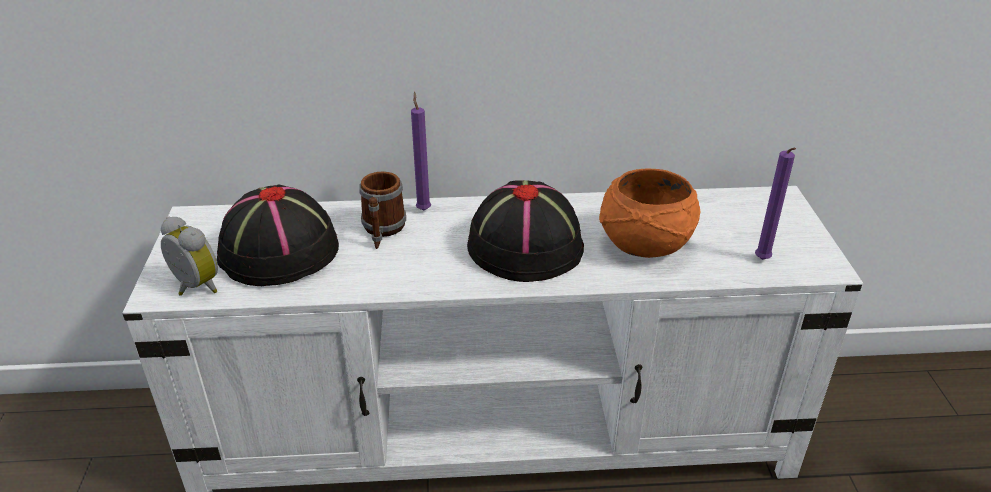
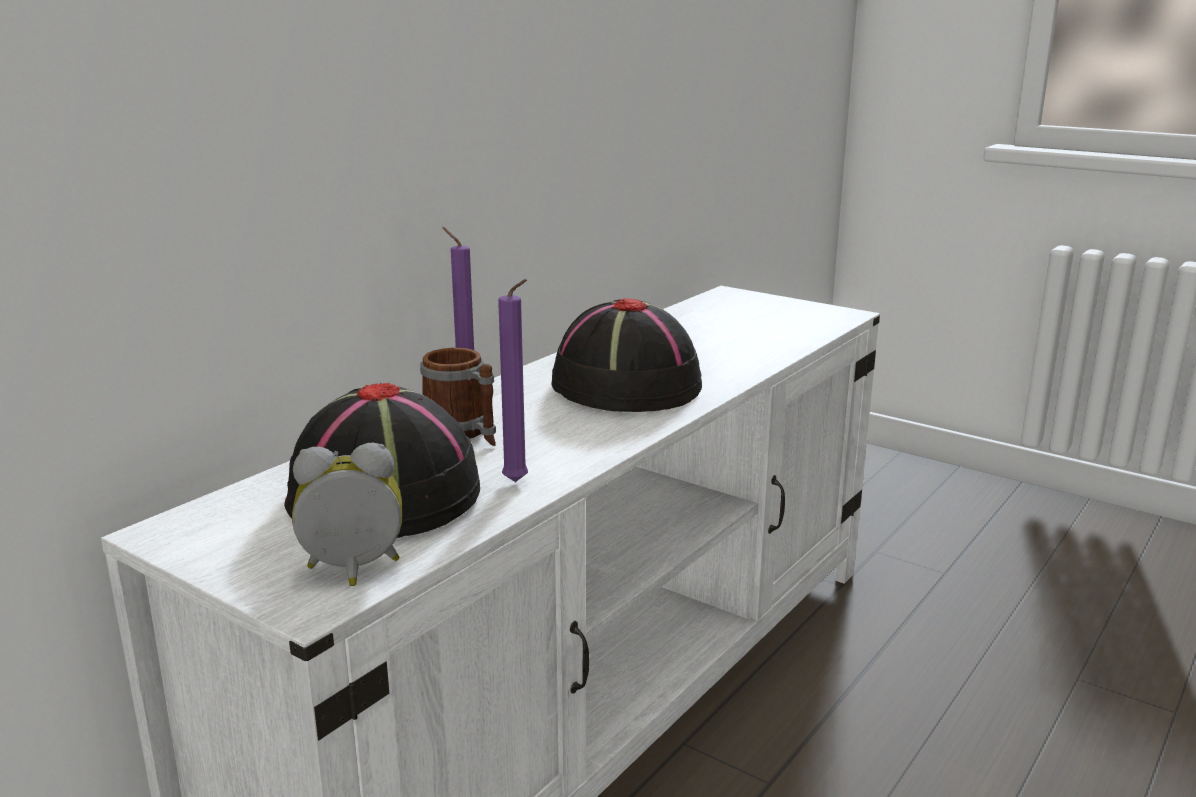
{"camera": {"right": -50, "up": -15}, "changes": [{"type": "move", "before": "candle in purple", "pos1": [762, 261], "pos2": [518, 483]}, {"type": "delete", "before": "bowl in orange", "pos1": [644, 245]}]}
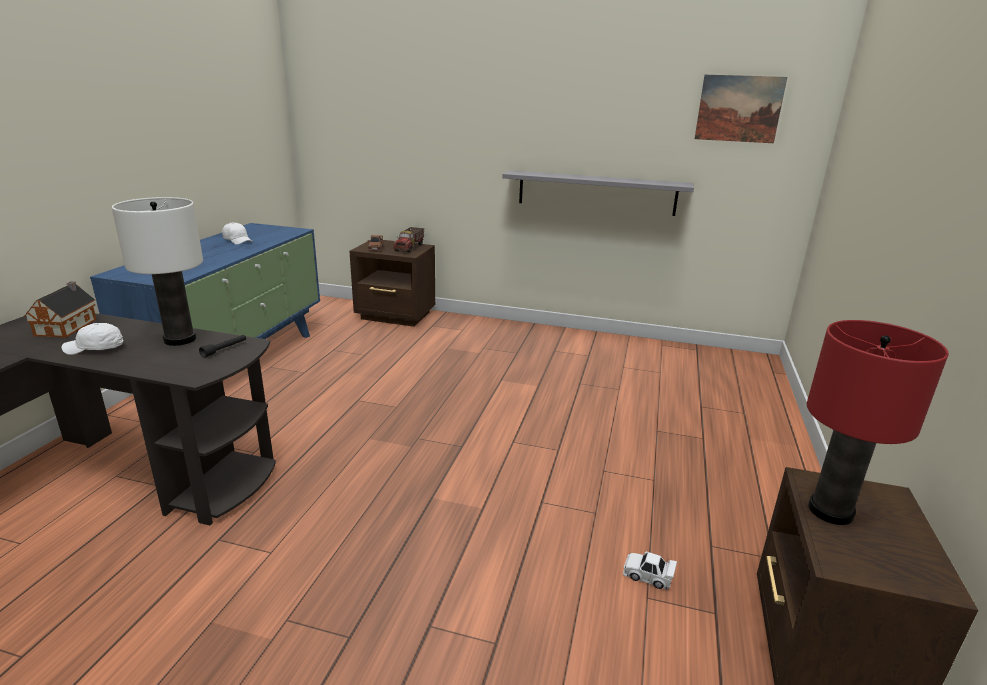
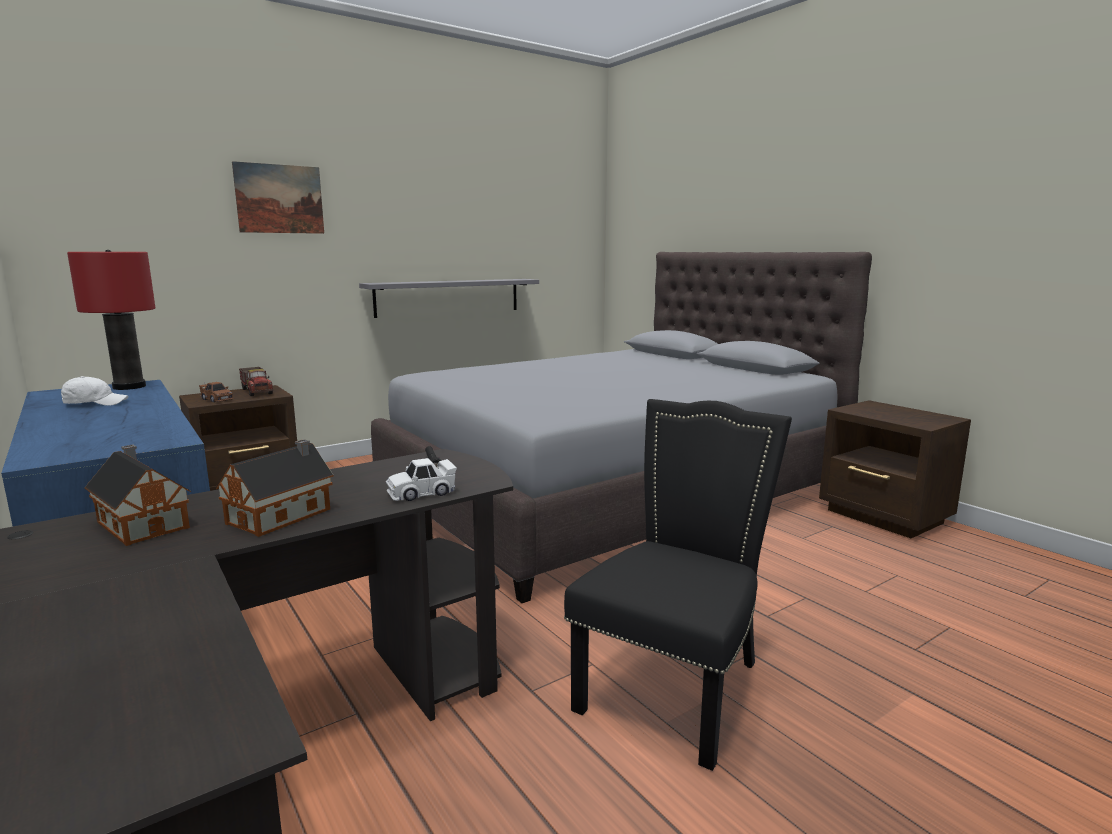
{"camera": {"right": -50, "up": -10}, "changes": [{"type": "move", "before": "picture", "pos1": [739, 109], "pos2": [279, 199]}, {"type": "delete", "before": "table lamp in white", "pos1": [180, 339]}, {"type": "move", "before": "table lamp in red", "pos1": [830, 511], "pos2": [129, 387]}, {"type": "replace", "before": "cap in white", "after": "toy house", "pos1": [95, 349], "pos2": [283, 515]}, {"type": "move", "before": "toy car in white", "pos1": [648, 576], "pos2": [421, 493]}, {"type": "insert", "after": "bed in grey", "pos2": [613, 492]}, {"type": "insert", "after": "chair in black", "pos2": [672, 692]}]}
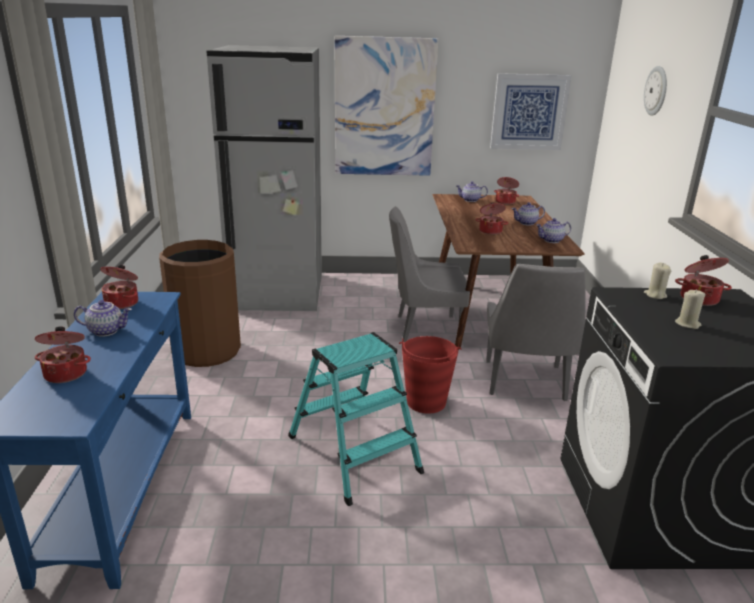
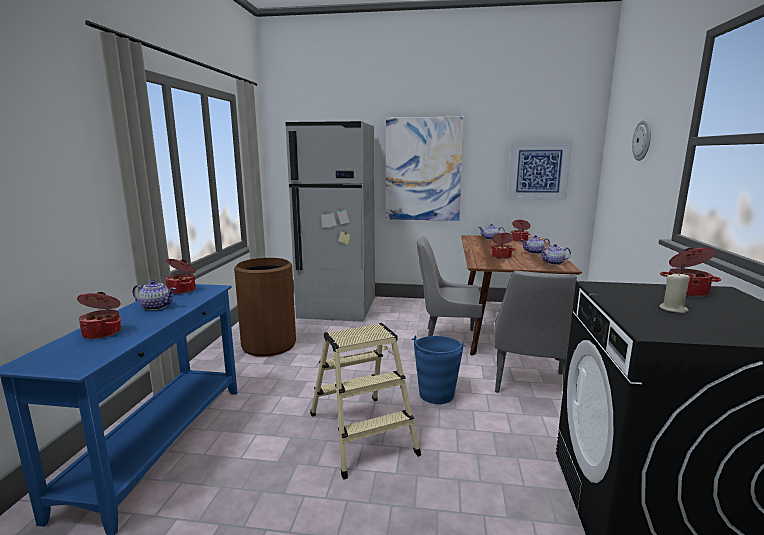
{"camera": {"right": 10, "up": -10}, "changes": [{"type": "delete", "before": "candle in beige", "pos1": [655, 295]}, {"type": "recolor", "before": "step ladder in turquoise", "after": "step ladder in beige", "pos1": [353, 453], "pos2": [361, 432]}, {"type": "recolor", "before": "bucket in red", "after": "bucket in blue", "pos1": [426, 402], "pos2": [436, 394]}]}
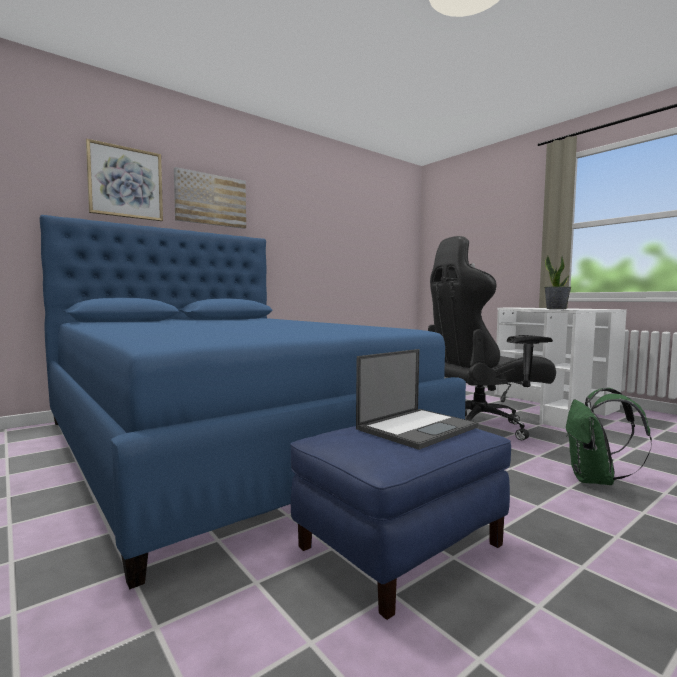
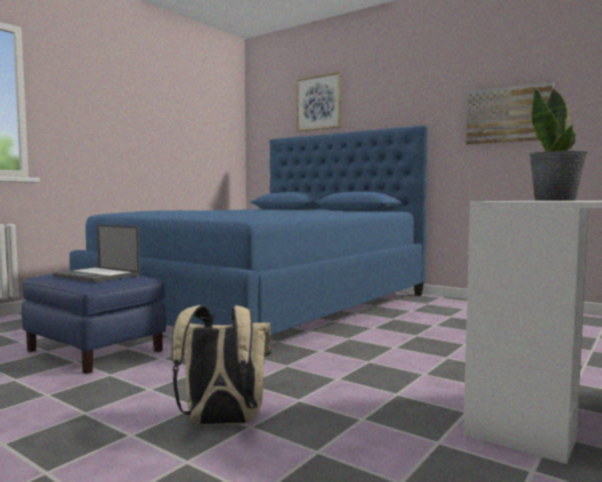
{"camera": {"right": 75, "up": 0}, "changes": [{"type": "move", "before": "picture", "pos1": [210, 200], "pos2": [508, 115]}, {"type": "delete", "before": "office chair in black", "pos1": [483, 427]}, {"type": "recolor", "before": "backpack in green", "after": "backpack in beige", "pos1": [595, 480], "pos2": [221, 423]}]}
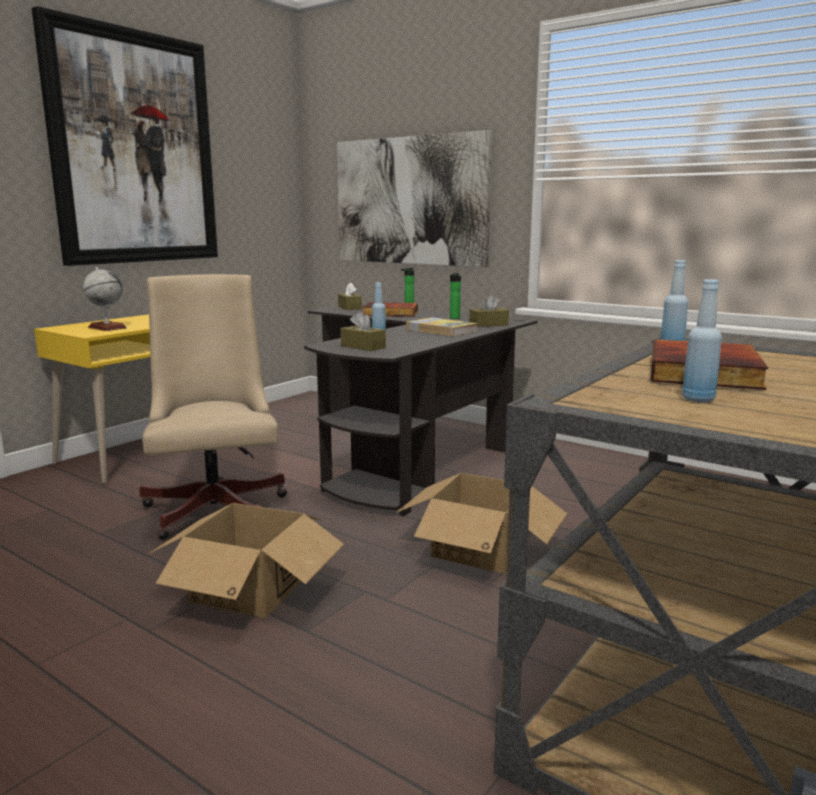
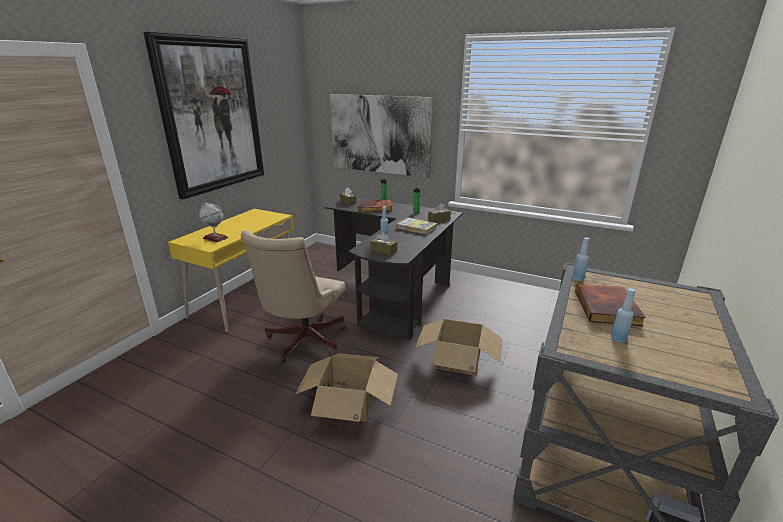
{"camera": {"right": -10, "up": 10}, "changes": [{"type": "rotate", "before": "office chair in beige", "pos1": [217, 505], "pos2": [303, 342], "turn": -135}]}
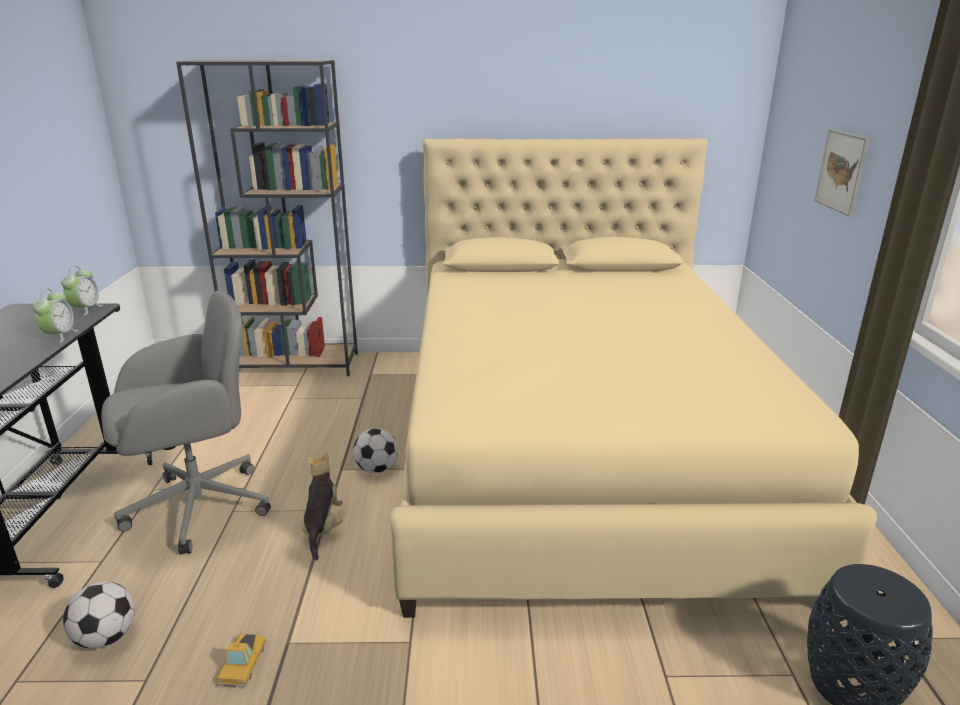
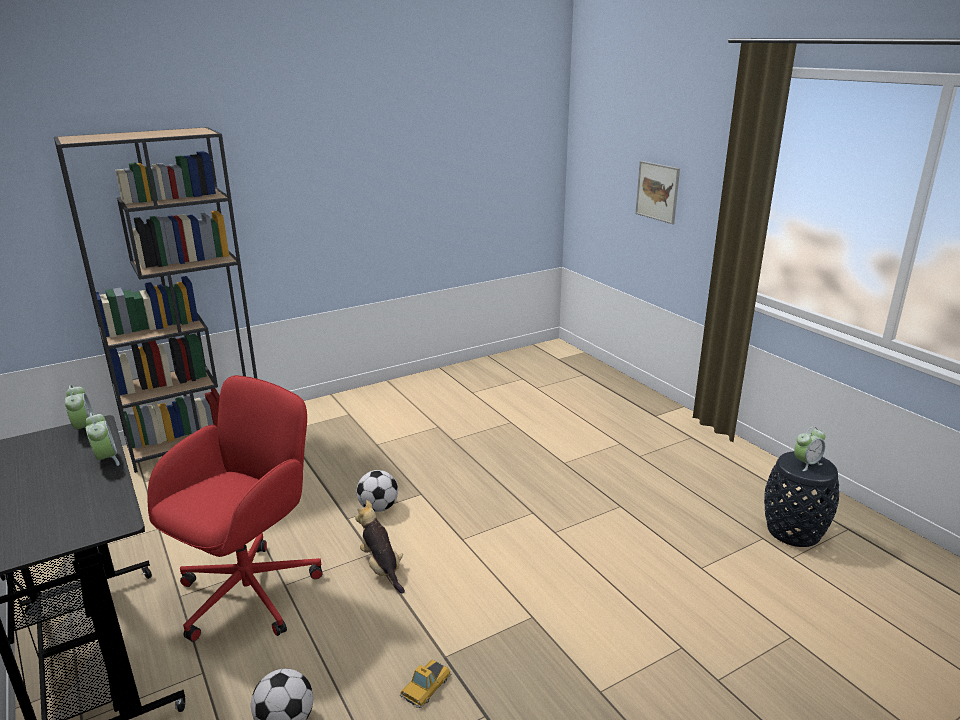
{"camera": {"right": -30, "up": 0}, "changes": [{"type": "delete", "before": "bed in beige", "pos1": [578, 446]}, {"type": "recolor", "before": "office chair in grey", "after": "office chair in red", "pos1": [199, 508], "pos2": [249, 594]}, {"type": "rotate", "before": "toy car", "pos1": [241, 664], "pos2": [425, 686], "turn": 60}, {"type": "insert", "after": "alarm clock", "pos2": [806, 464]}]}
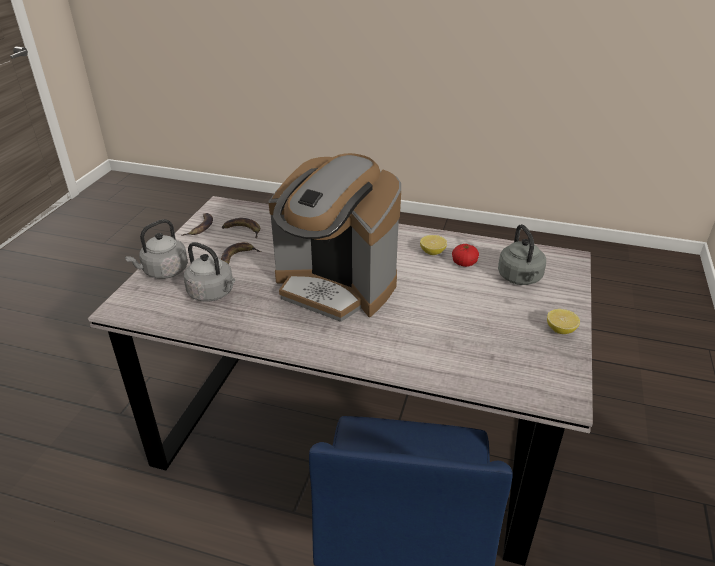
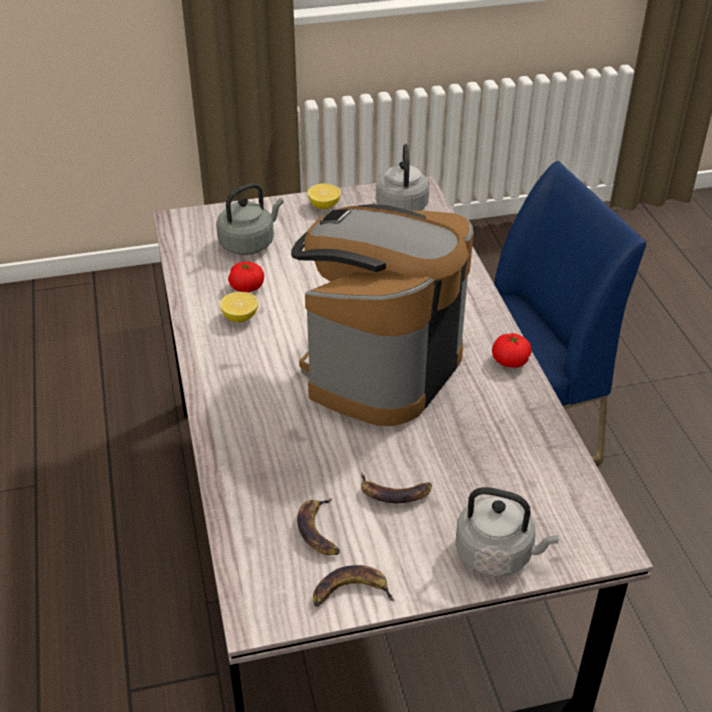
{"camera": {"right": -120, "up": 5}, "changes": [{"type": "rotate", "before": "coffee machine", "pos1": [336, 286], "pos2": [380, 368], "turn": -150}, {"type": "move", "before": "kettle in grey", "pos1": [213, 293], "pos2": [402, 205]}, {"type": "insert", "after": "tomato", "pos2": [510, 361]}]}
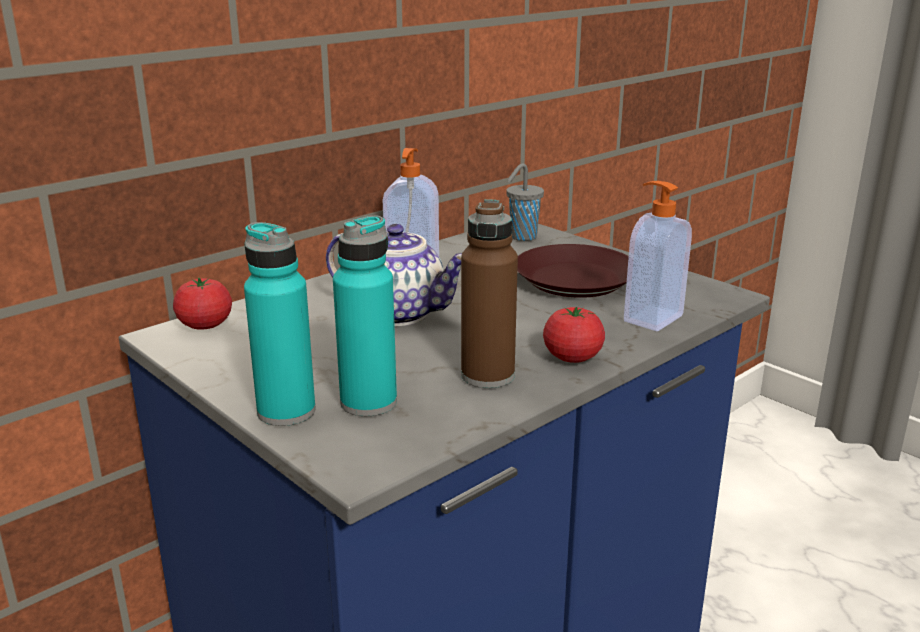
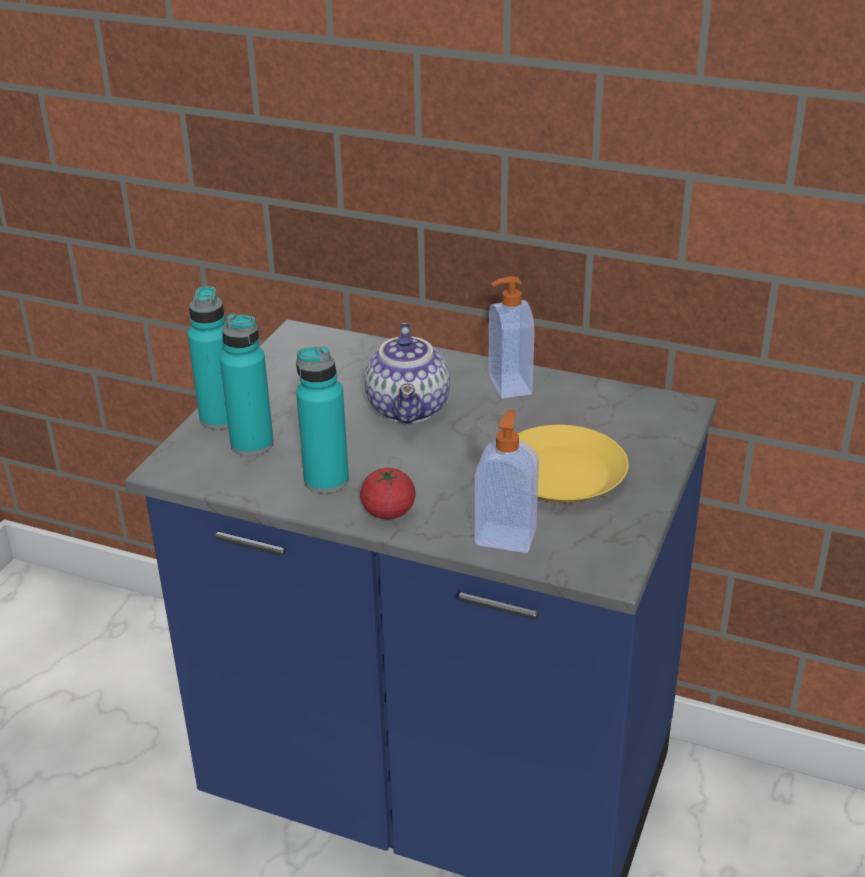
{"camera": {"right": 65, "up": 10}, "changes": [{"type": "delete", "before": "cup in grey", "pos1": [522, 237]}, {"type": "recolor", "before": "bottle in brown", "after": "bottle in turquoise", "pos1": [487, 376], "pos2": [326, 480]}, {"type": "recolor", "before": "plate in brown", "after": "plate in yellow", "pos1": [573, 280], "pos2": [561, 474]}, {"type": "delete", "before": "tomato", "pos1": [205, 325]}]}
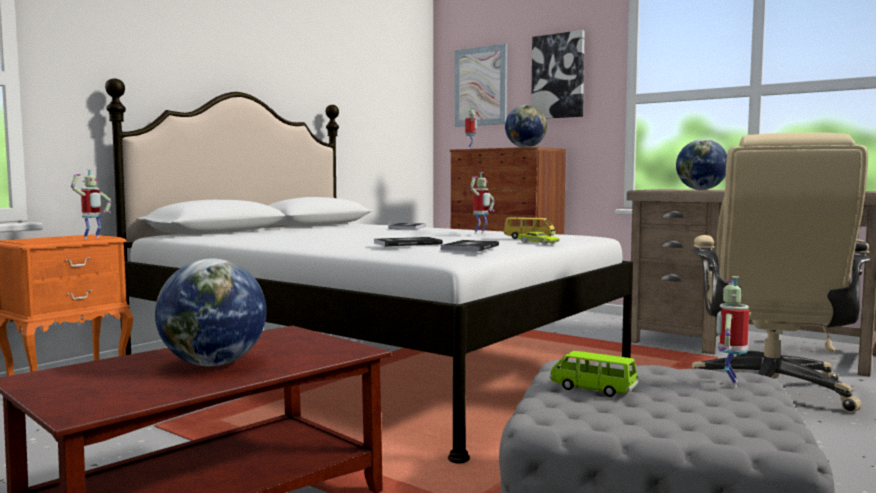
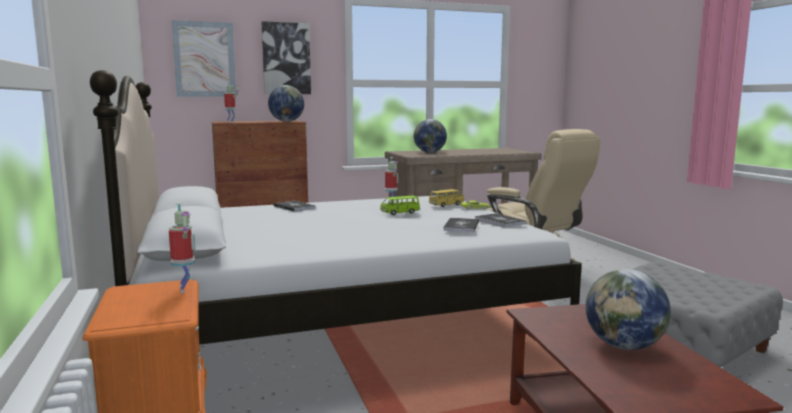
{"camera": {"right": -55, "up": 5}, "changes": [{"type": "delete", "before": "toy robot", "pos1": [730, 383]}, {"type": "move", "before": "toy car in green", "pos1": [592, 389], "pos2": [400, 213]}]}
